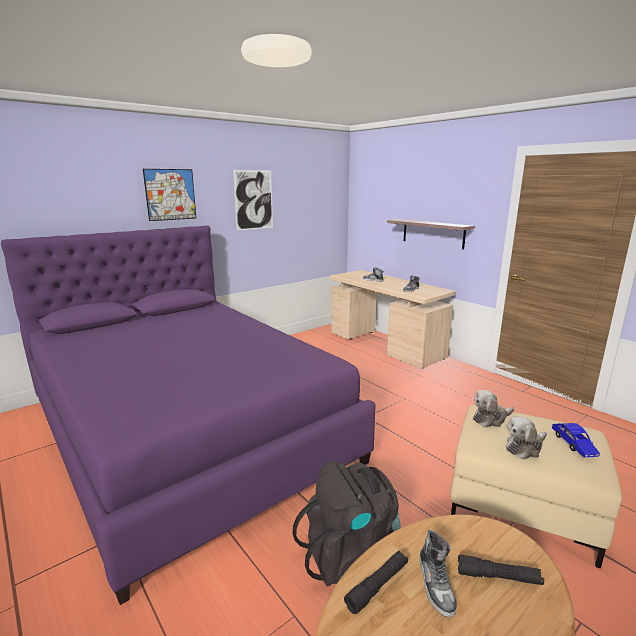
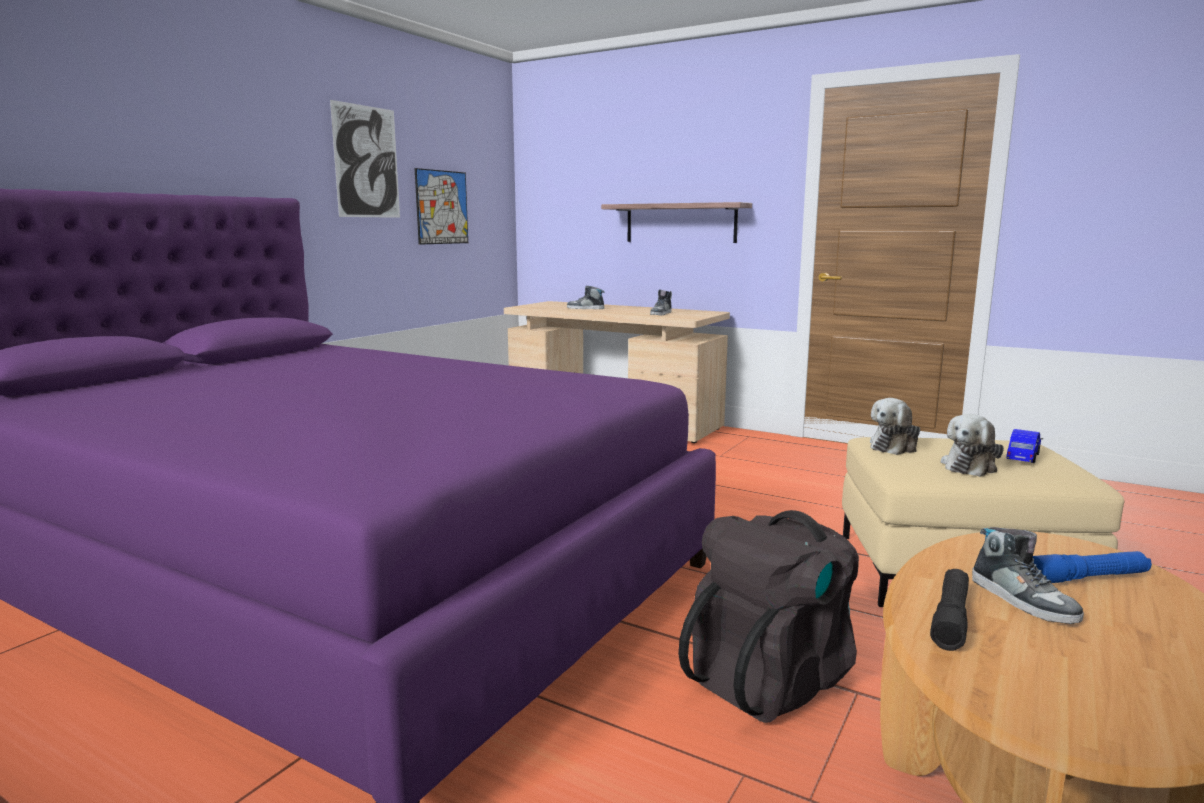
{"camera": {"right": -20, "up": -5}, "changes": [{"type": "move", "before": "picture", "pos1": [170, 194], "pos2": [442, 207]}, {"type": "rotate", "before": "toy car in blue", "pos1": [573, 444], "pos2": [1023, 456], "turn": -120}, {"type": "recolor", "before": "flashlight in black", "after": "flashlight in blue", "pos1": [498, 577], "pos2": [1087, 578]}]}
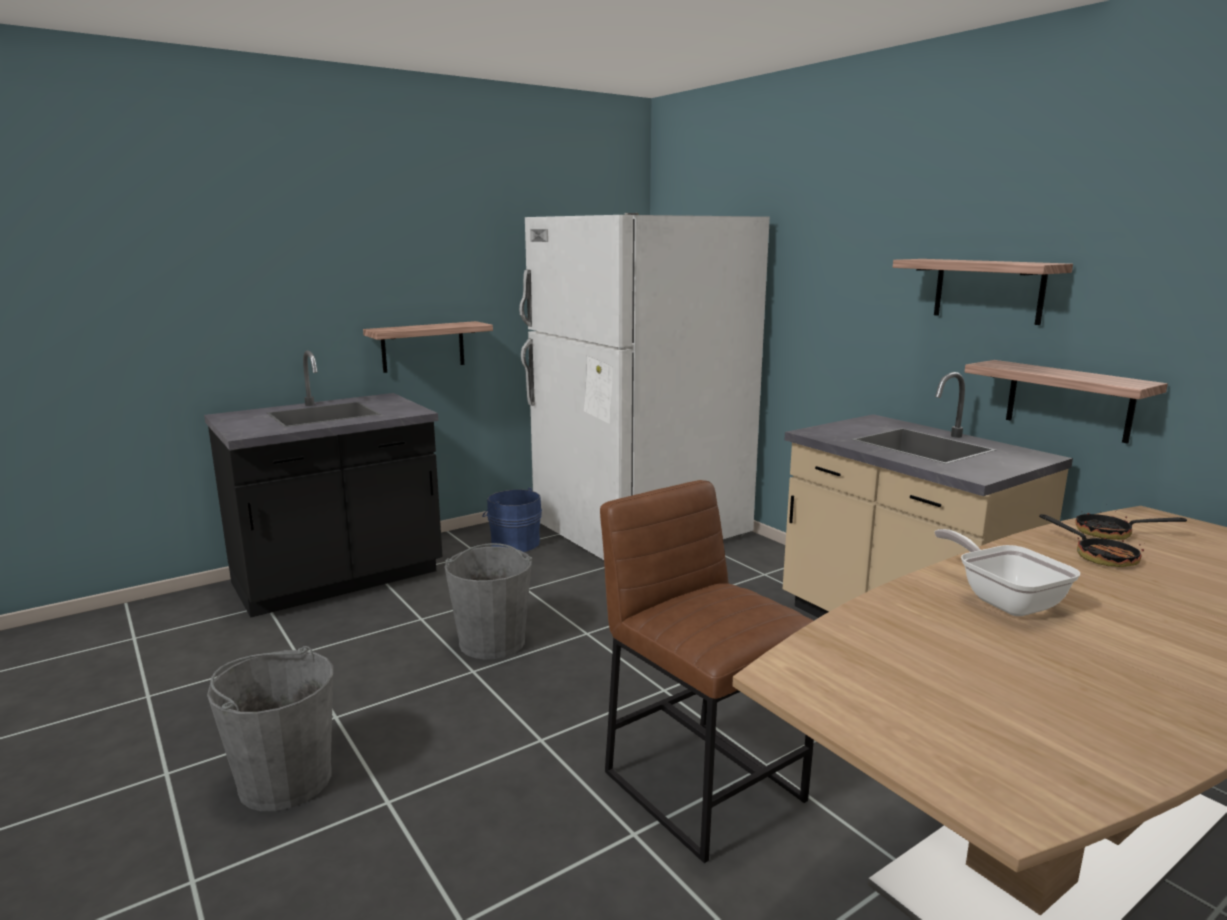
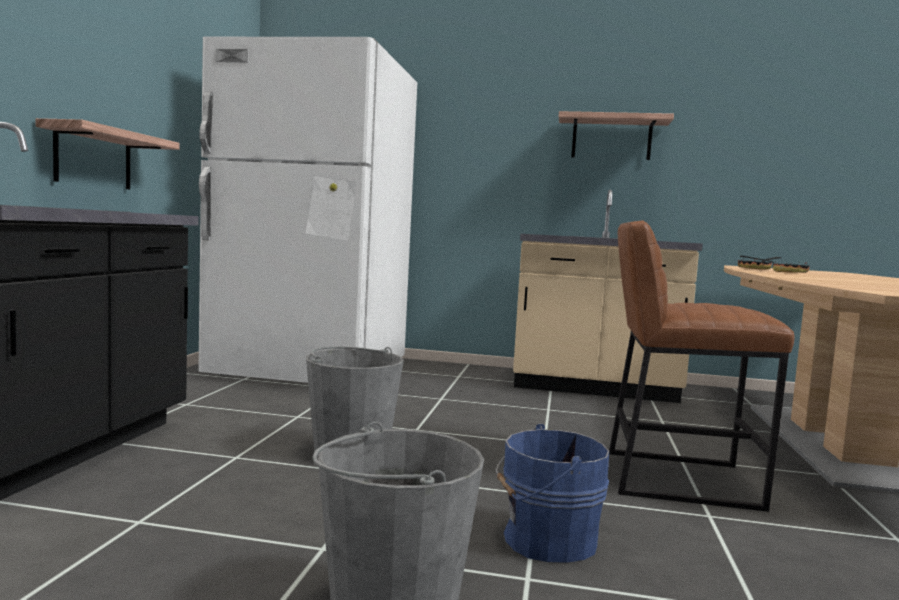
{"camera": {"right": -45, "up": -10}, "changes": [{"type": "delete", "before": "shelf", "pos1": [1068, 400]}, {"type": "move", "before": "bucket in blue", "pos1": [514, 543], "pos2": [545, 539]}, {"type": "delete", "before": "frying pan", "pos1": [1003, 600]}]}
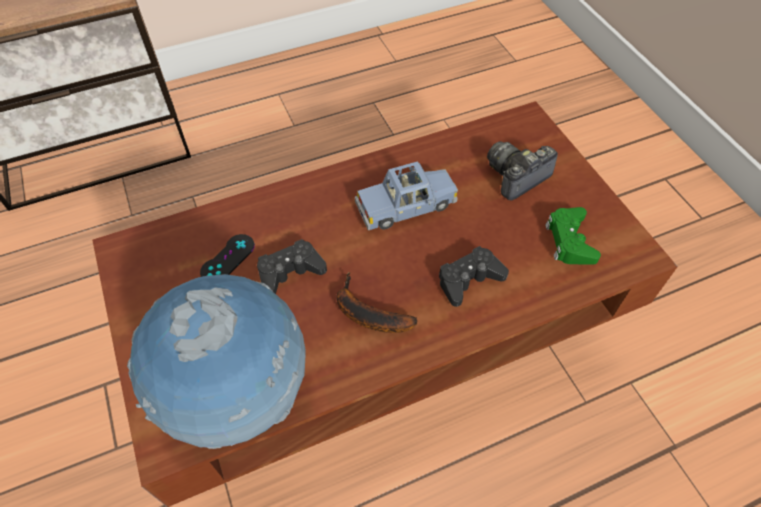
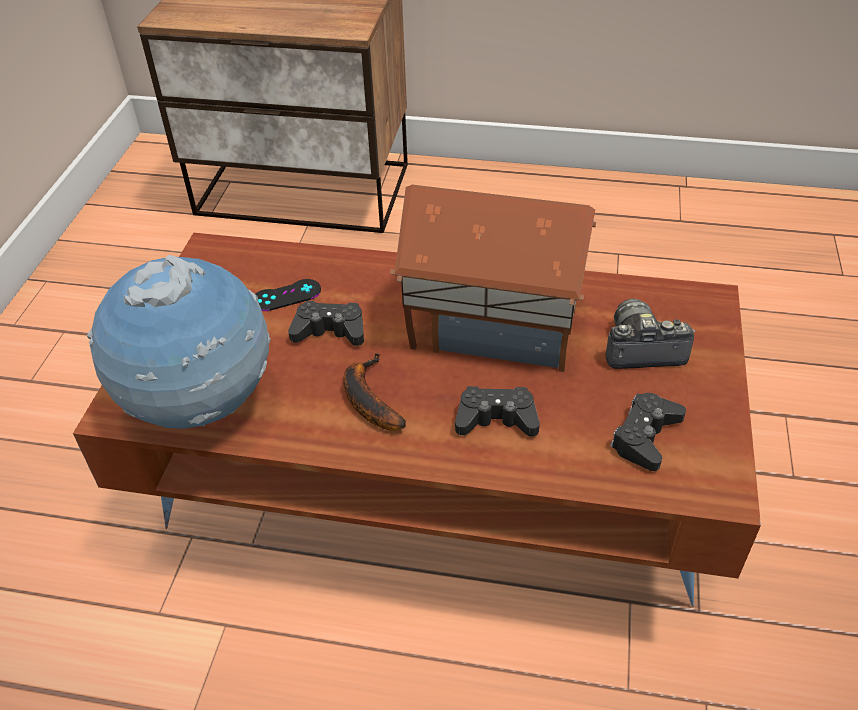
{"camera": {"right": 35, "up": -10}, "changes": [{"type": "replace", "before": "toy car in blue", "after": "toy house", "pos1": [406, 206], "pos2": [492, 324]}, {"type": "recolor", "before": "game controller in green", "after": "game controller in black", "pos1": [569, 241], "pos2": [645, 436]}]}
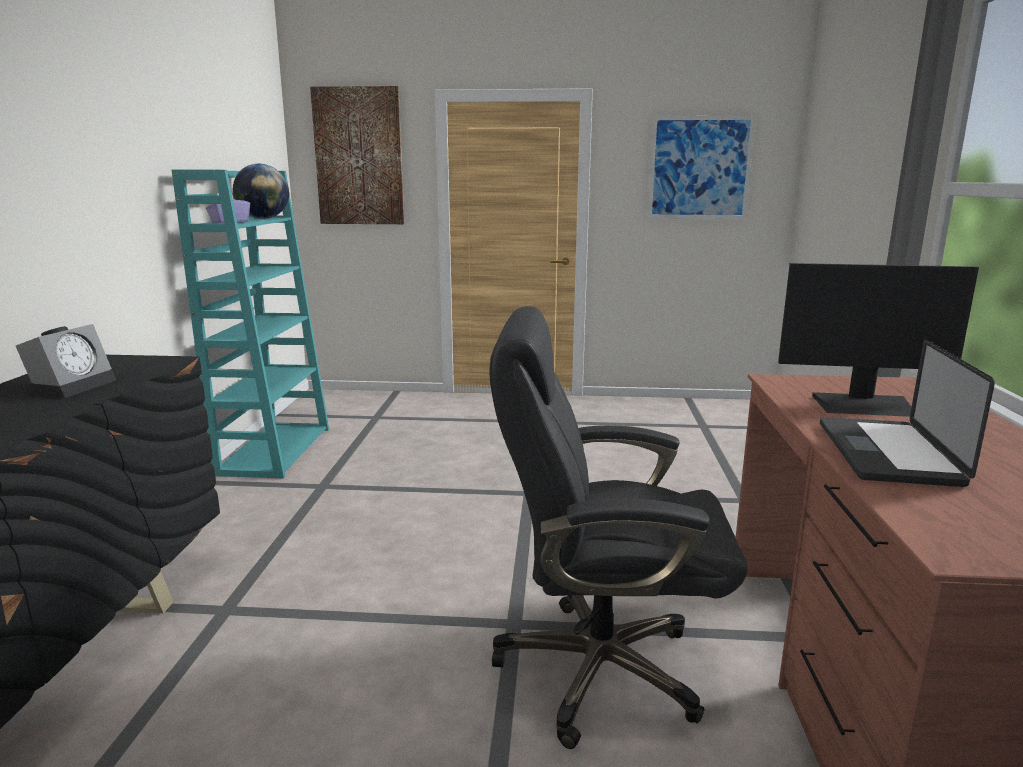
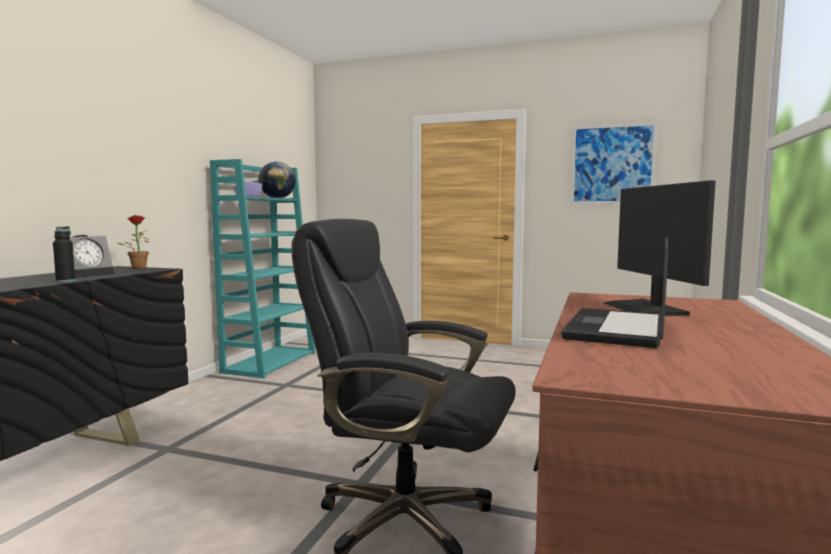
{"camera": {"right": 15, "up": -10}, "changes": [{"type": "delete", "before": "picture", "pos1": [359, 157]}, {"type": "rotate", "before": "monitor", "pos1": [865, 405], "pos2": [645, 308], "turn": 60}, {"type": "insert", "after": "potted plant", "pos2": [138, 268]}, {"type": "insert", "after": "bottle in black", "pos2": [65, 281]}]}
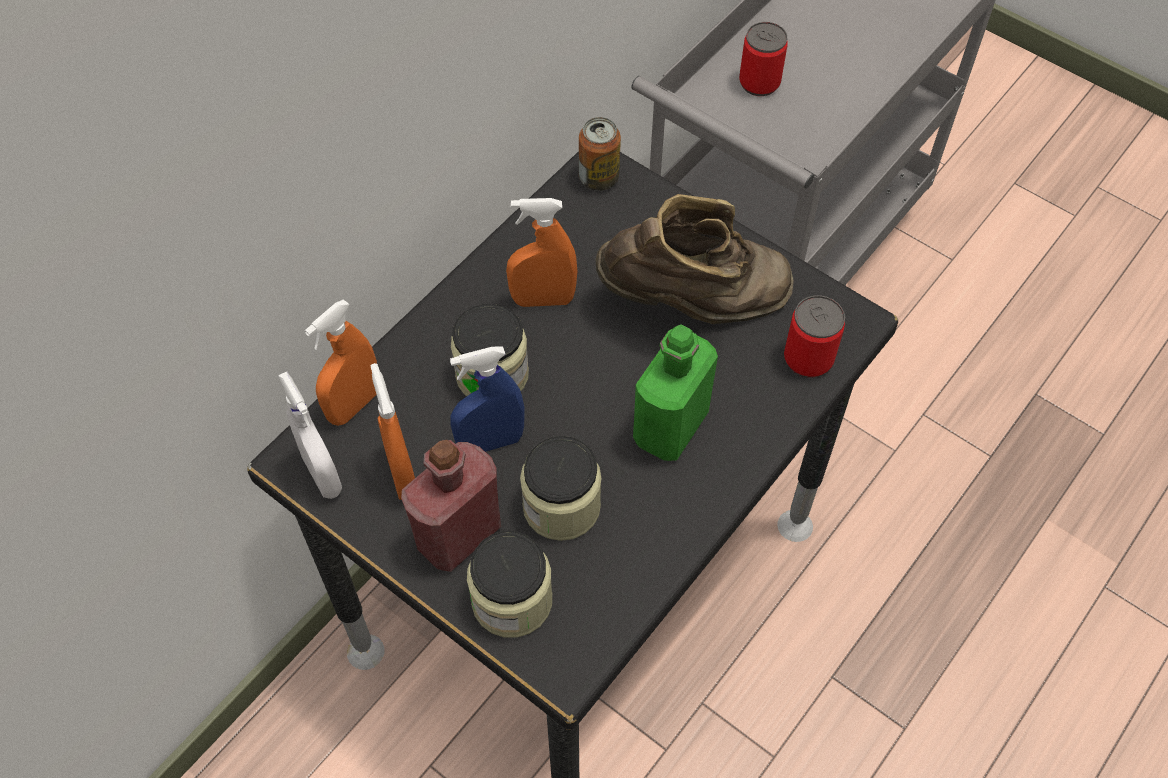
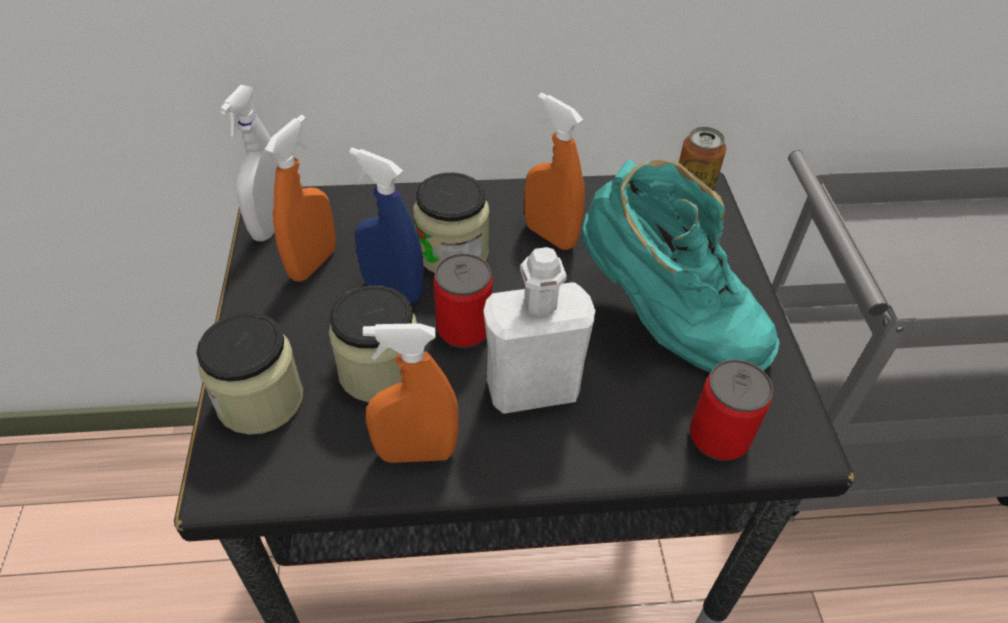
{"camera": {"right": 45, "up": -10}, "changes": [{"type": "move", "before": "can", "pos1": [759, 83], "pos2": [464, 330]}, {"type": "recolor", "before": "boot in brown", "after": "boot in turquoise", "pos1": [695, 305], "pos2": [664, 323]}, {"type": "move", "before": "spray bottle in orange", "pos1": [354, 405], "pos2": [416, 453]}, {"type": "recolor", "before": "bottle in green", "after": "bottle in white", "pos1": [670, 427], "pos2": [532, 388]}, {"type": "delete", "before": "bottle in red", "pos1": [458, 534]}]}
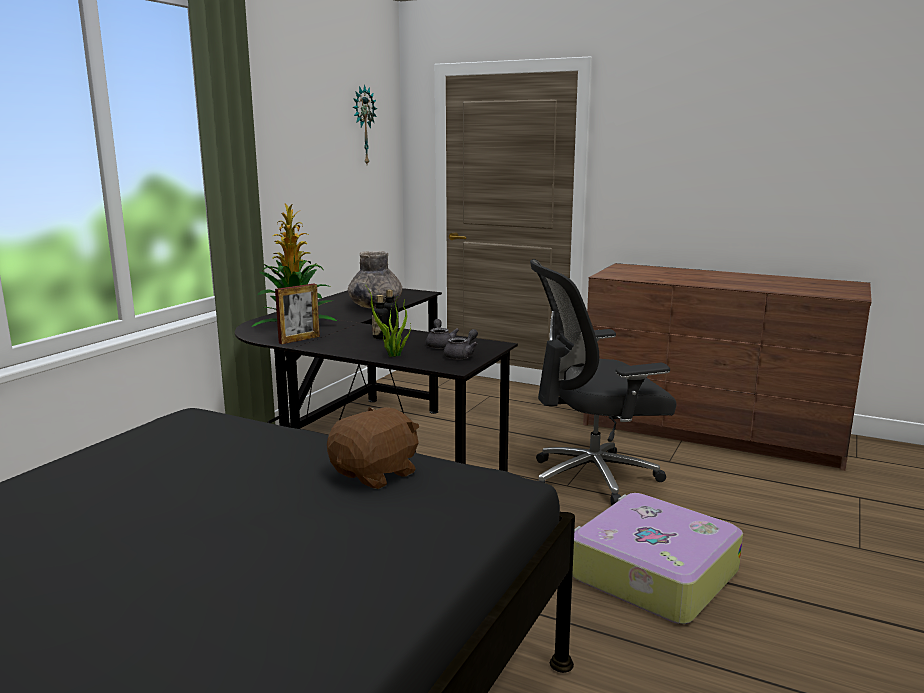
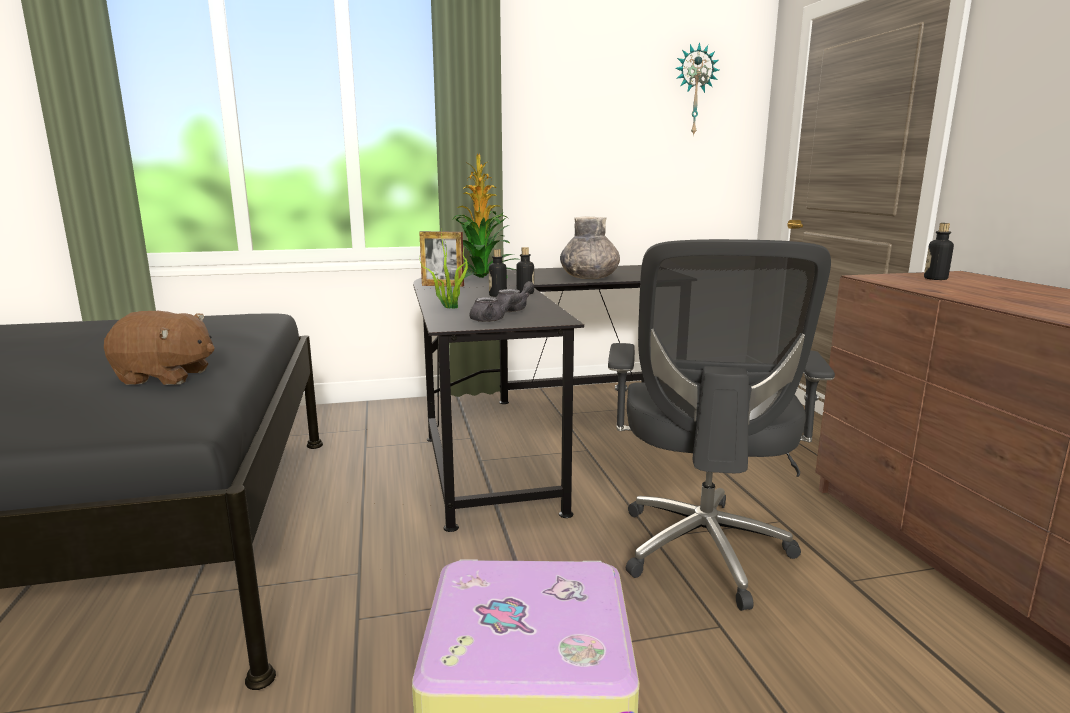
{"camera": {"right": 50, "up": 0}, "changes": [{"type": "rotate", "before": "office chair", "pos1": [594, 478], "pos2": [702, 546], "turn": -120}, {"type": "insert", "after": "bottle", "pos2": [935, 278]}]}
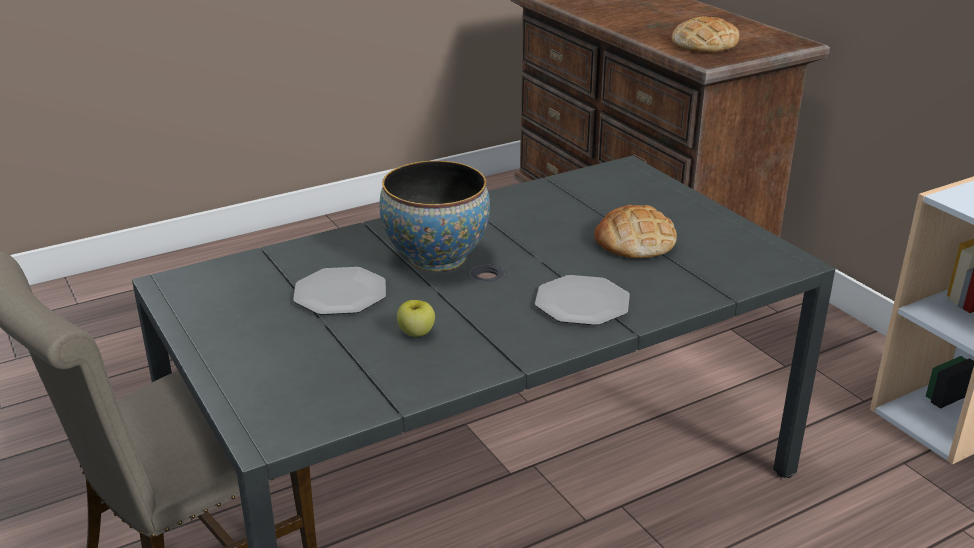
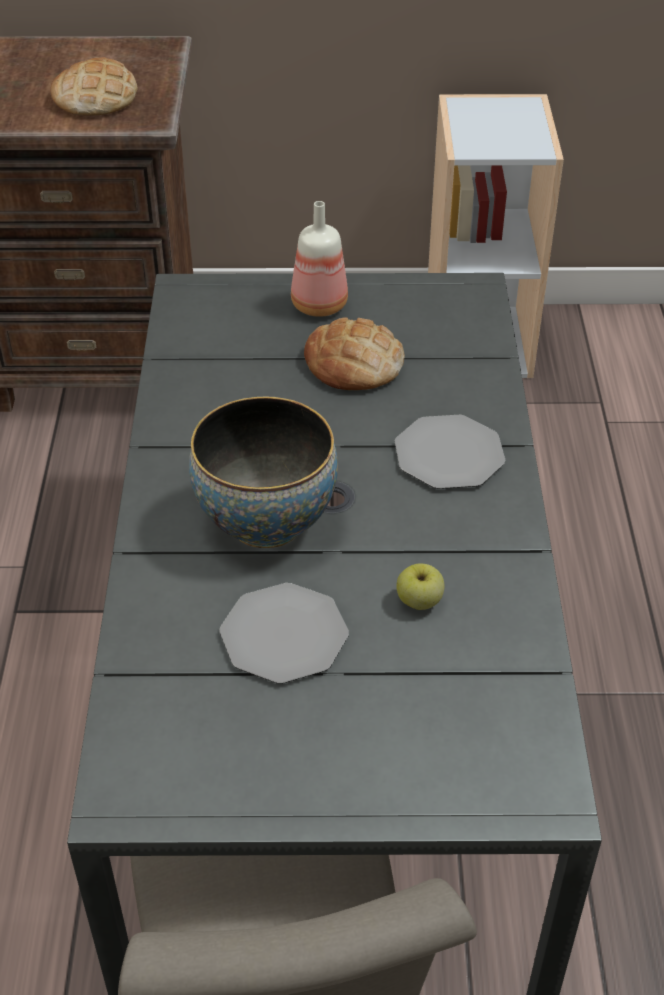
{"camera": {"right": -60, "up": 15}, "changes": [{"type": "insert", "after": "bottle", "pos2": [318, 306]}]}
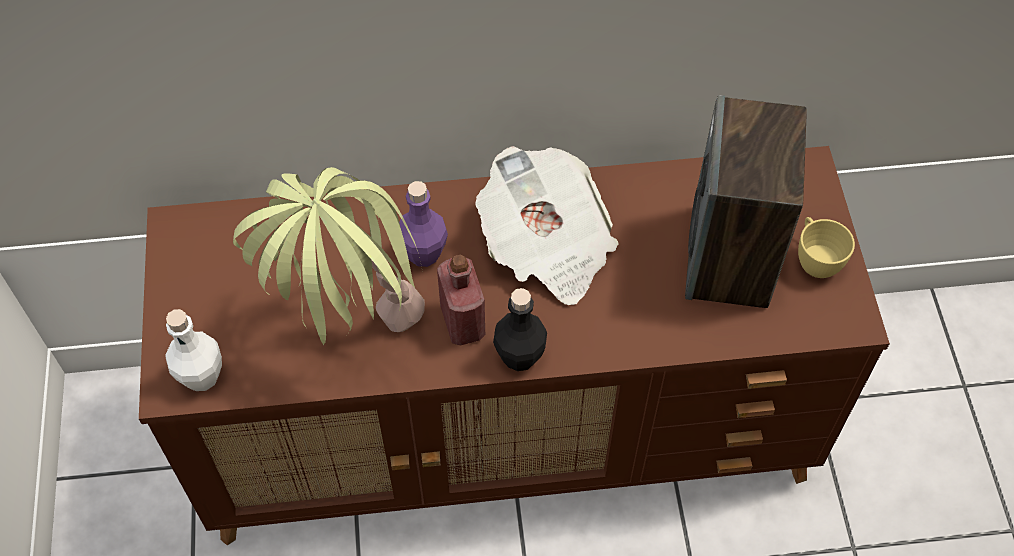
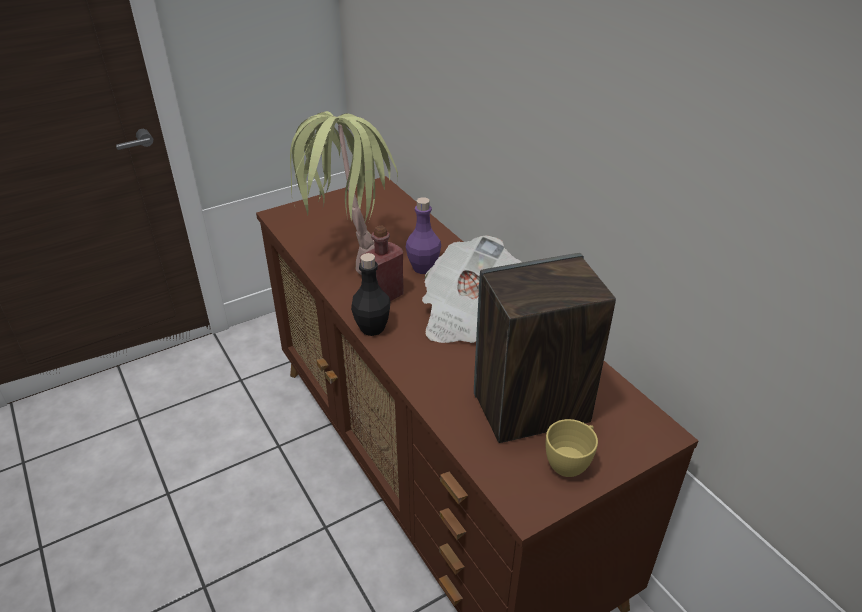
{"camera": {"right": 65, "up": -20}, "changes": [{"type": "delete", "before": "bottle in white", "pos1": [202, 377]}]}
